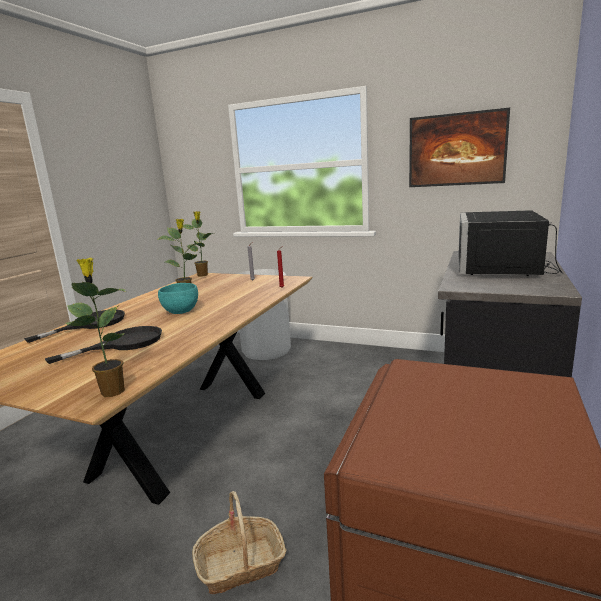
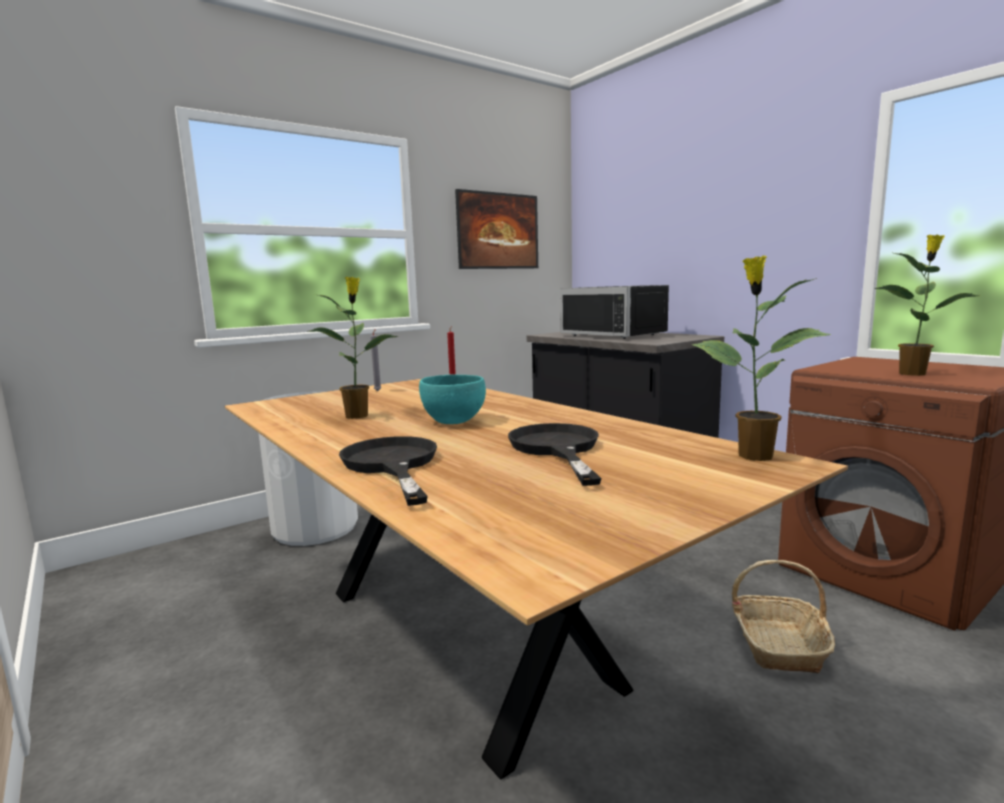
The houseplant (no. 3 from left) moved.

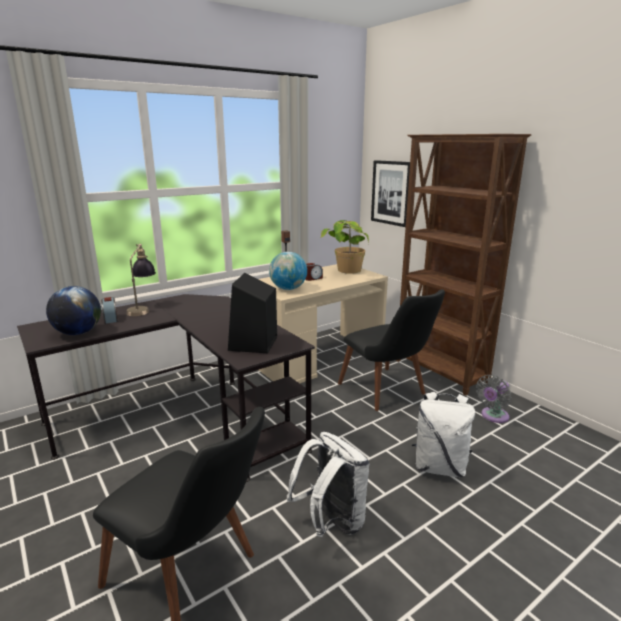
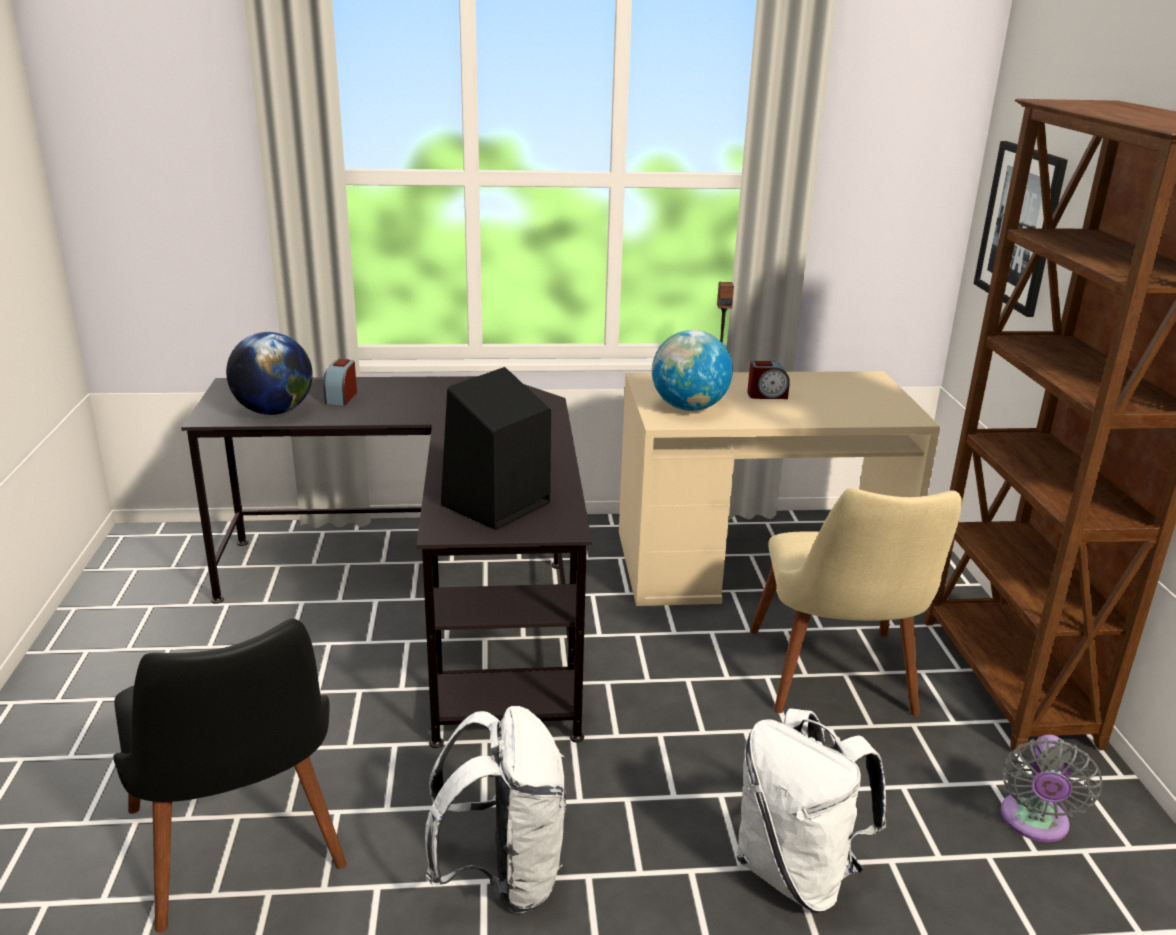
The houseplant disappeared. The table lamp disappeared. The black-coloured upright chair (no. 2 from left) became the sand-coloured upright chair. The gray cooling fan turned 60 degrees counterclockwise.

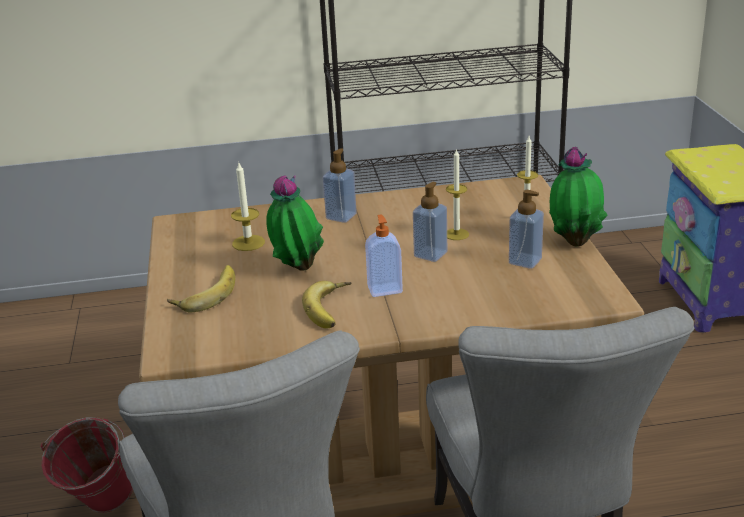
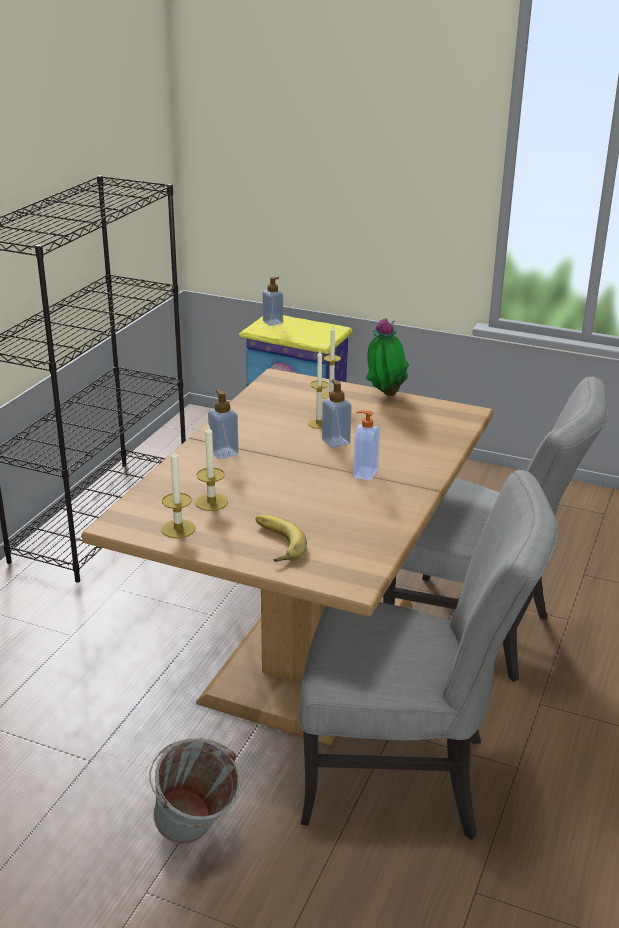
The houseplant (no. 1 from left) disappeared. The soap bottle (no. 4 from left in the first image) moved. The banana fruit (no. 2 from left) disappeared. The reddish bucket became the gray bucket. The wax candle (no. 1 from left) appeared.

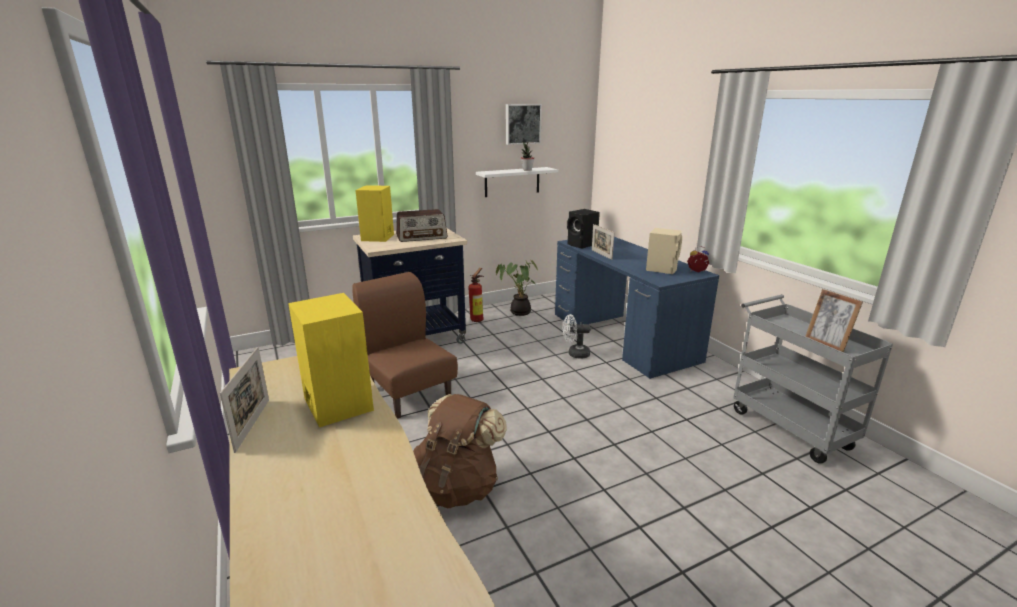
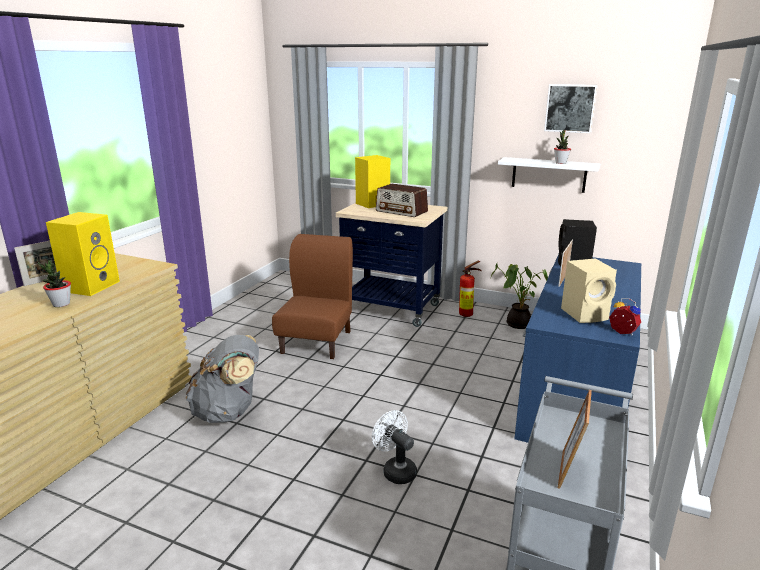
The whitish cooling fan moved. The brownish knapsack became the gray knapsack. The houseplant (no. 1 from left) appeared.

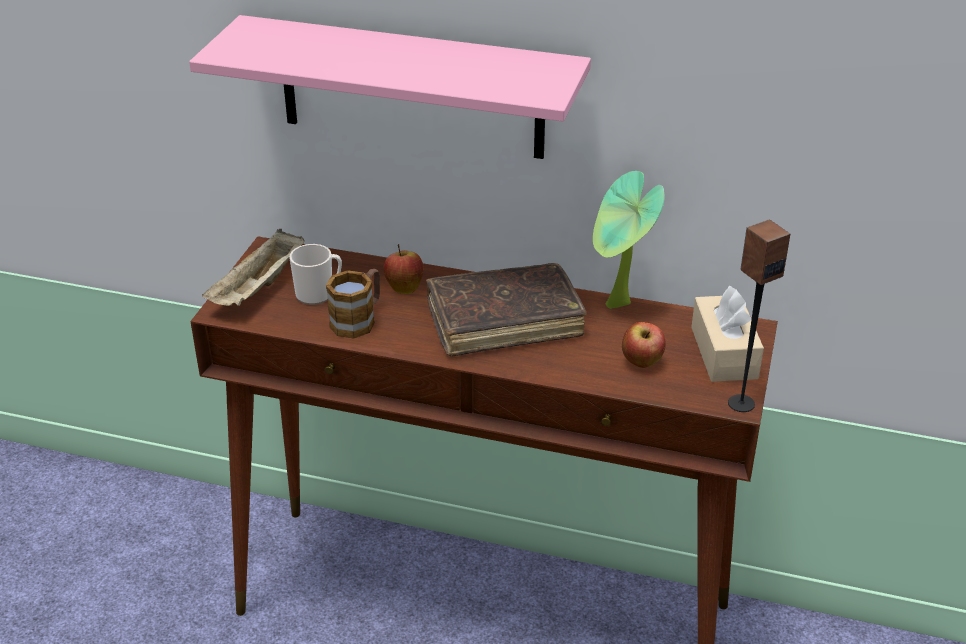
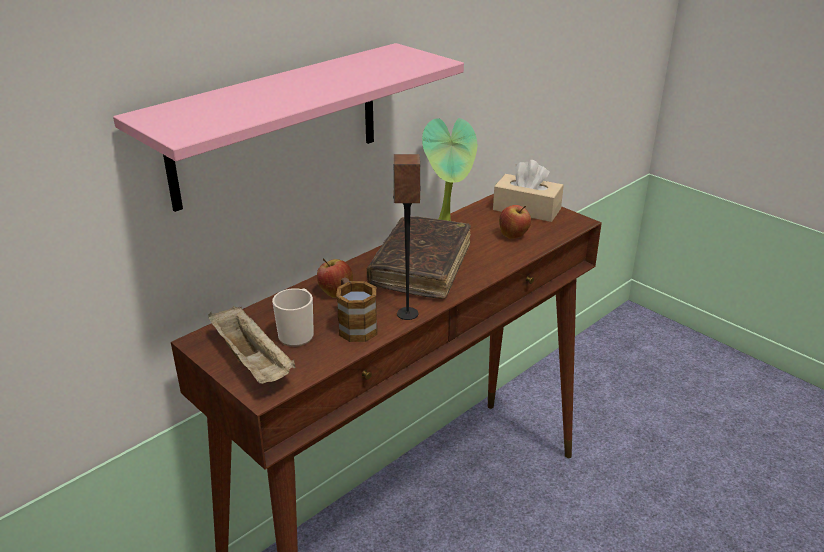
The loudspeaker moved.

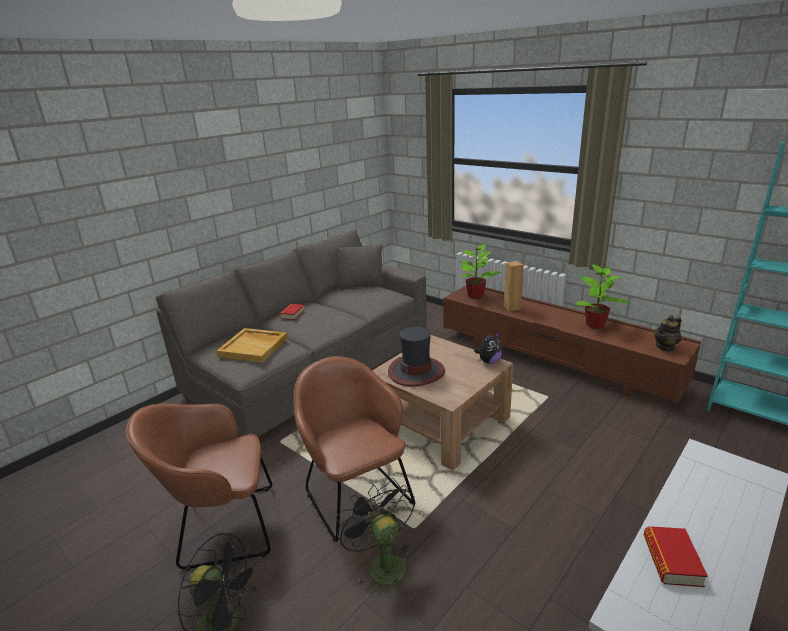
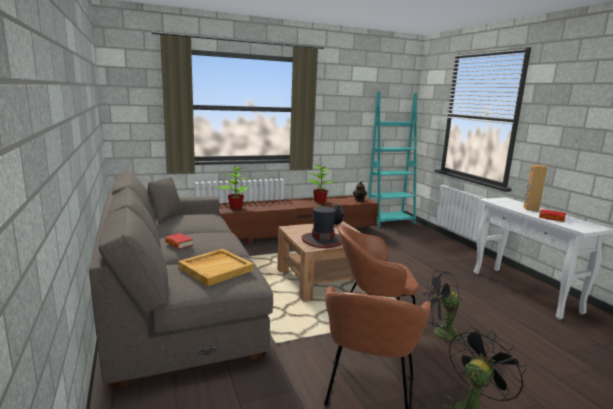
The brownish loudspeaker moved.

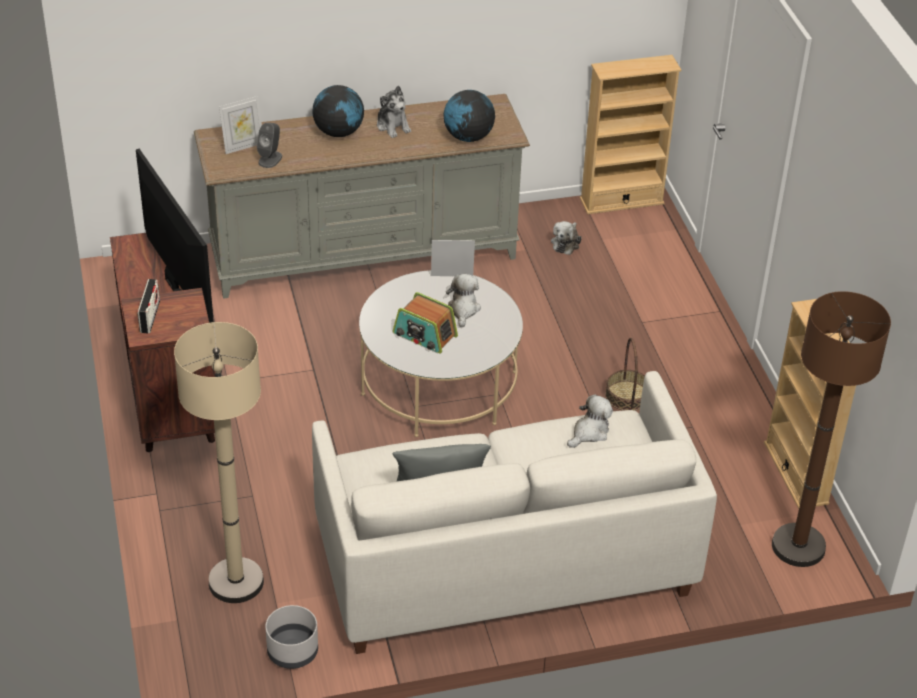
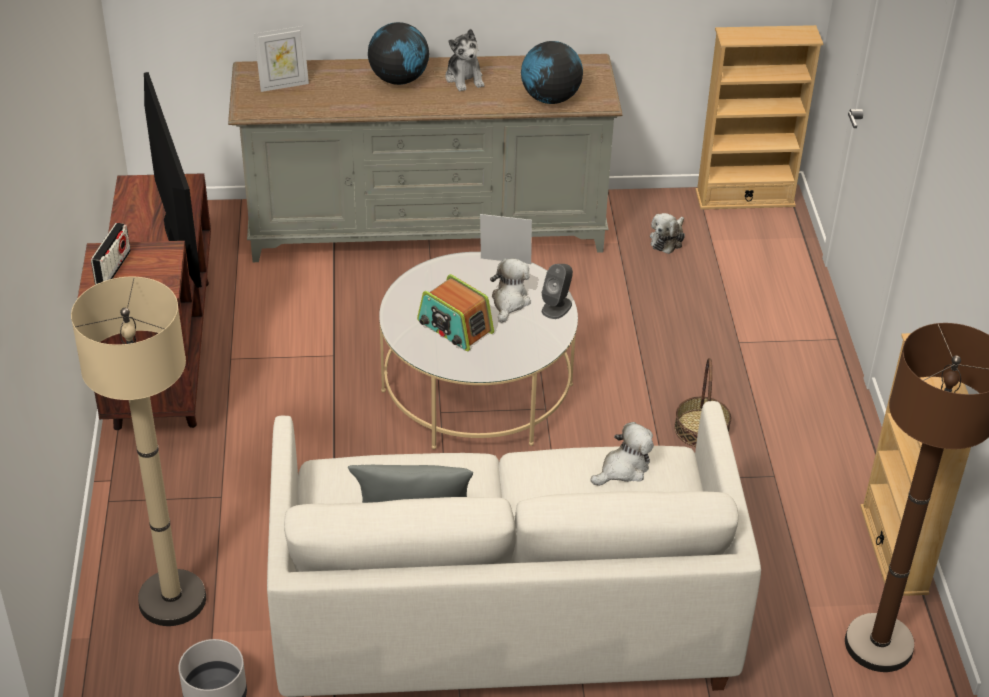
The gray loudspeaker moved.

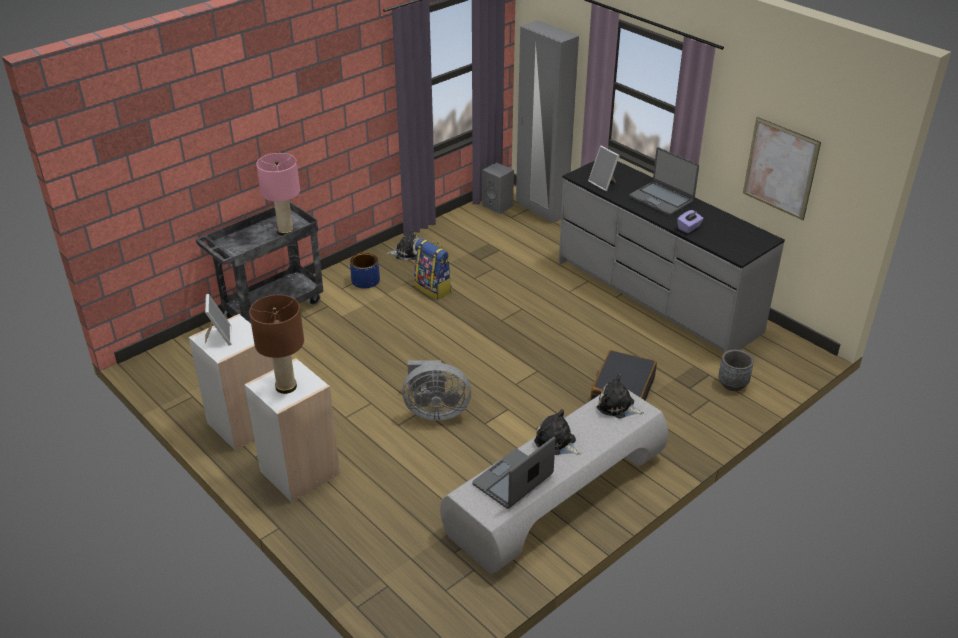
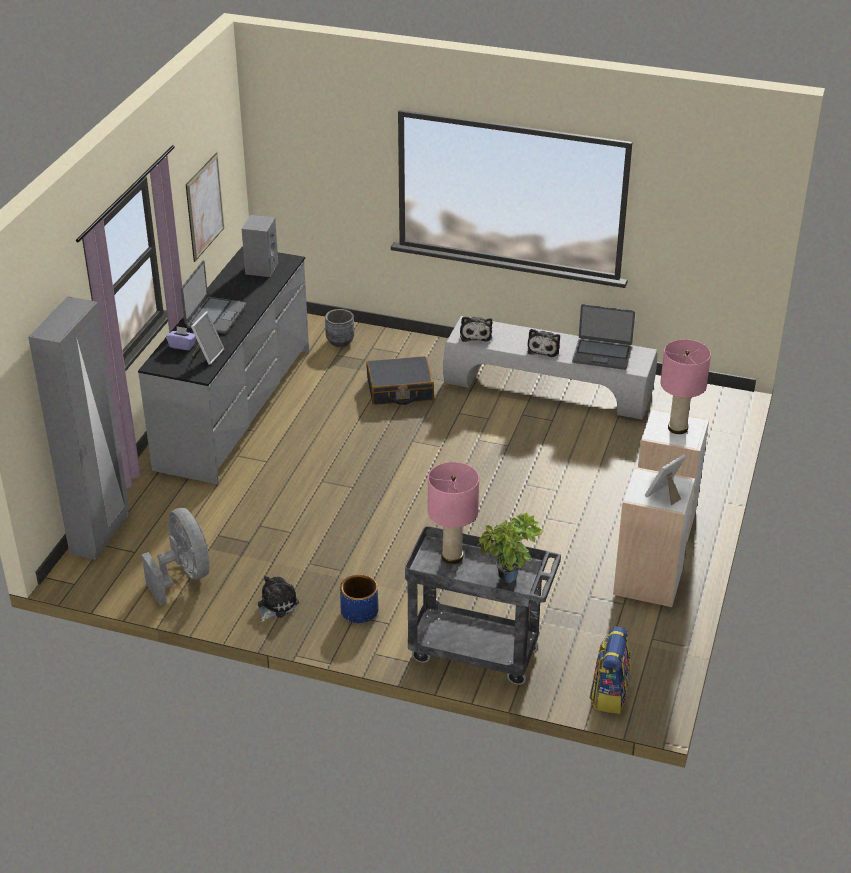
The gray loudspeaker moved. The purplish box of tissues moved. The soft toy (no. 1 from left) turned 60 degrees clockwise. The knapsack moved. The brownish table lamp became the pink-coloured table lamp (no. 2 from left). The gray cooling fan moved. The houseplant appeared.

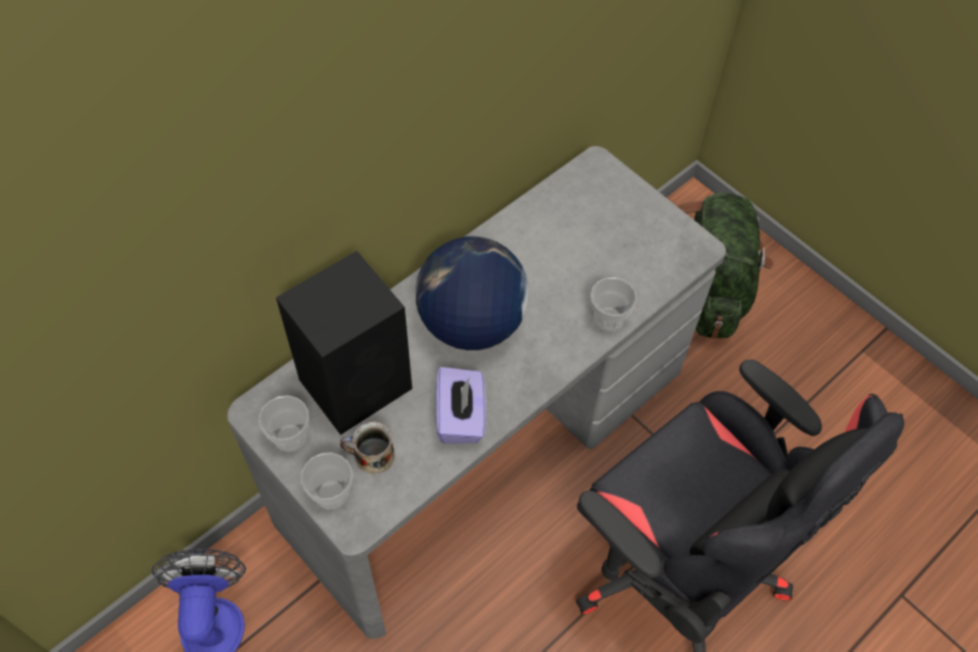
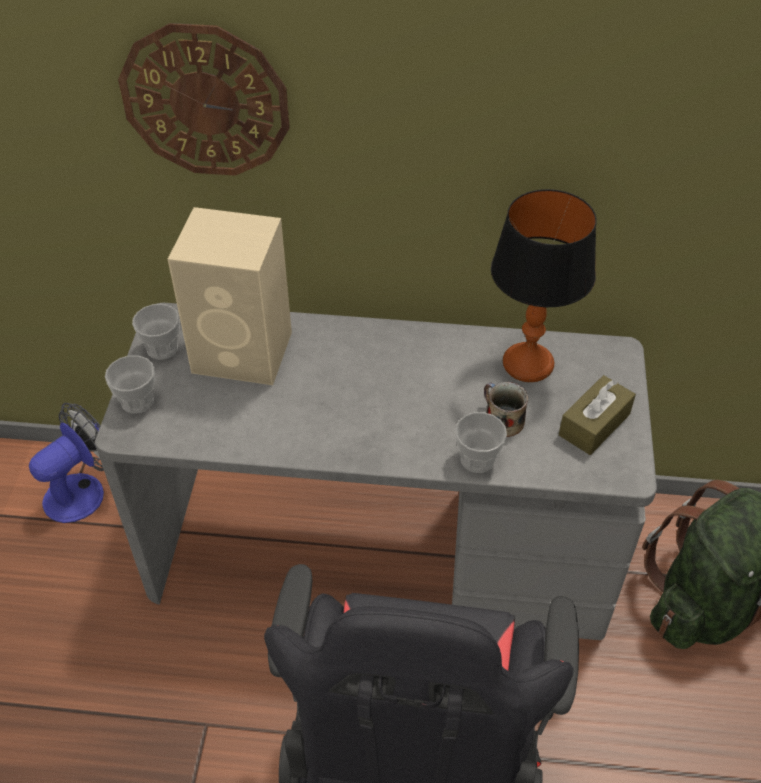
The desk globe disappeared. The black-coloured loudspeaker became the sand-coloured loudspeaker. The purplish box of tissues disappeared. The mug moved. The clock on the wall appeared. The table lamp appeared. The brownish box of tissues appeared.

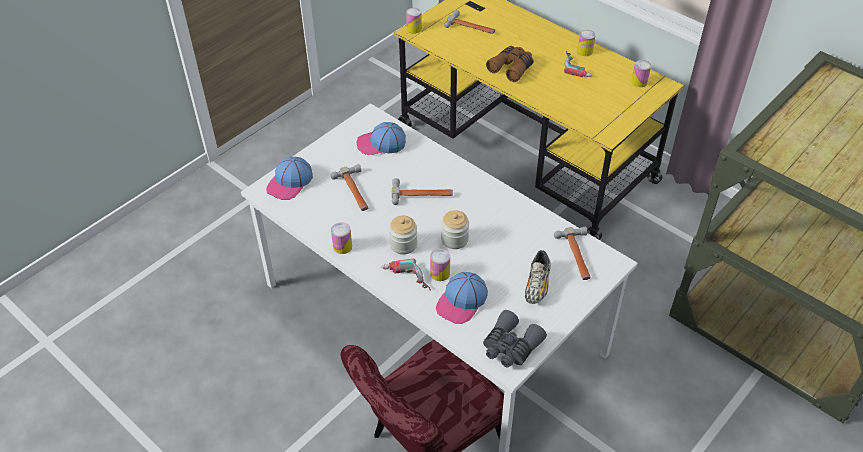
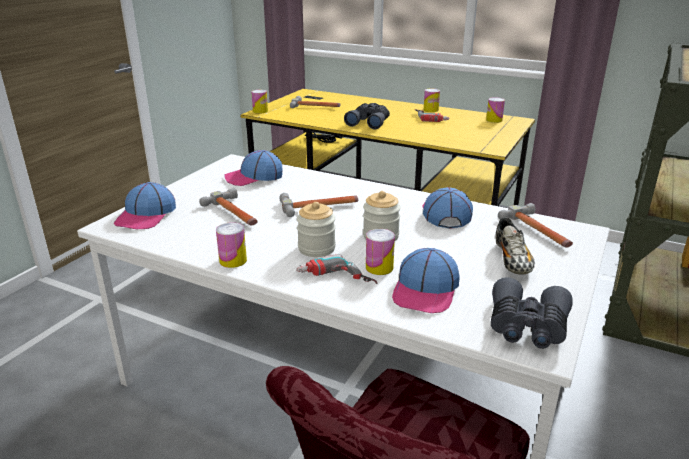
The brownish pair of binoculars became the gray pair of binoculars (no. 1 from left). The cap (no. 4 from left) appeared.

